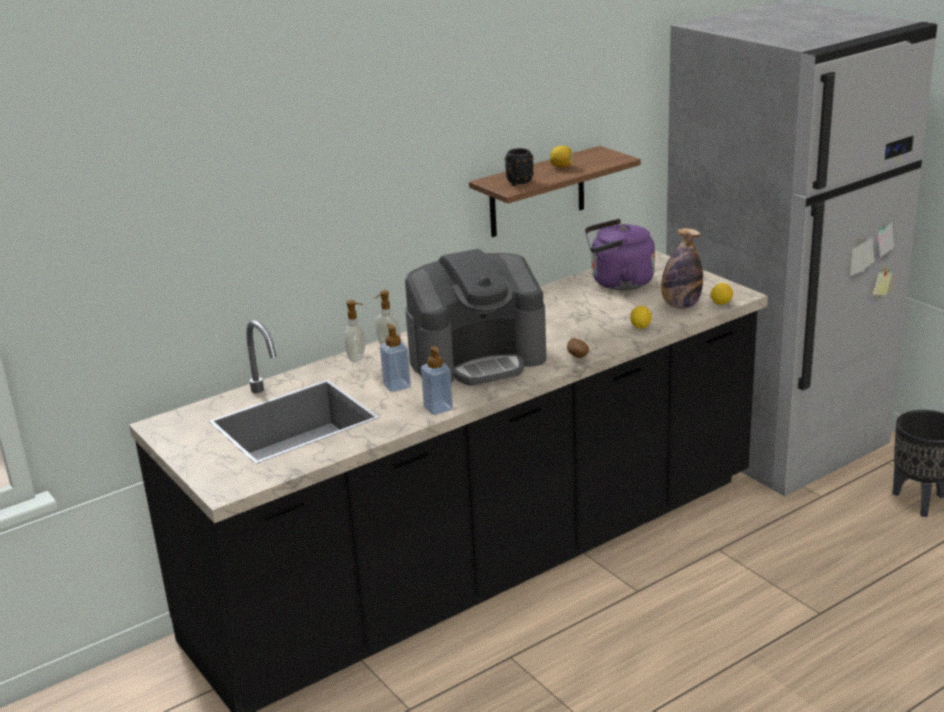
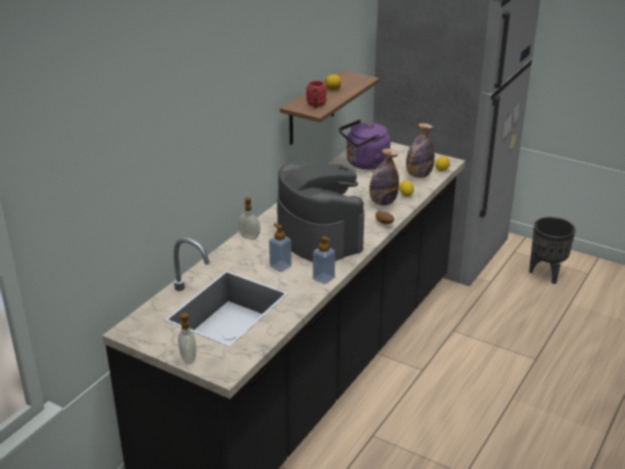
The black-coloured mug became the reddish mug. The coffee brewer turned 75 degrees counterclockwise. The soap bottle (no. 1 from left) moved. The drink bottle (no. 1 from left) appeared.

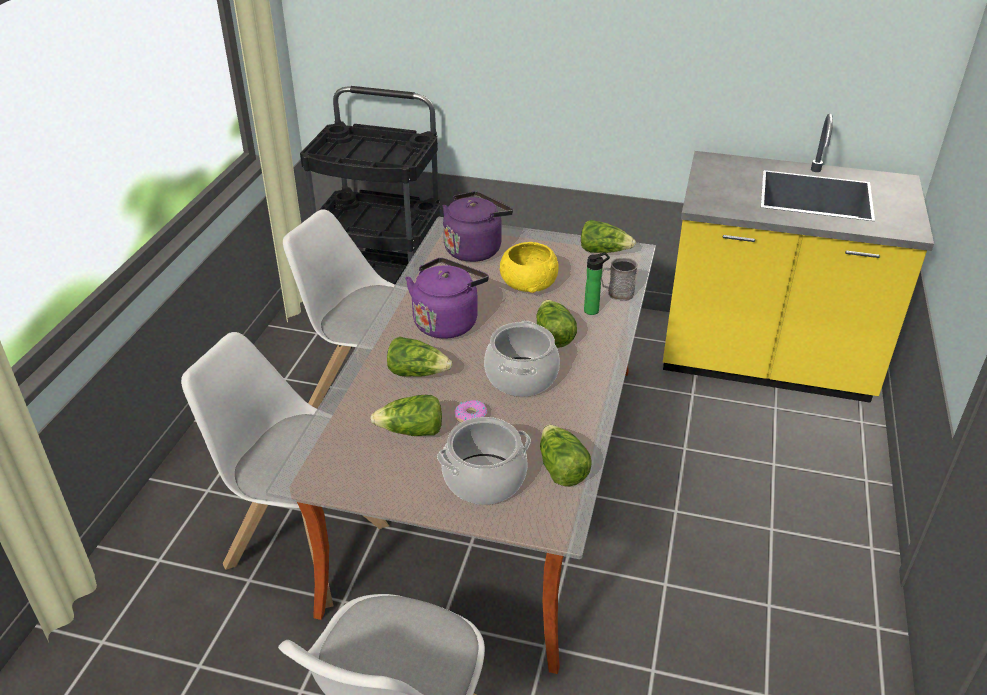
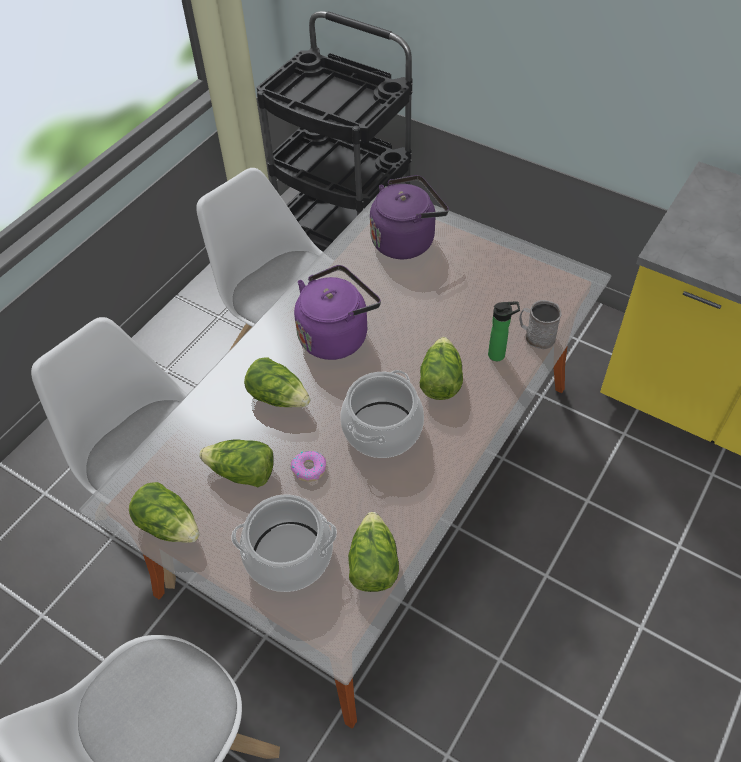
The lettuce head (no. 5 from left in the first image) moved. The yellowish deep dish disappeared.

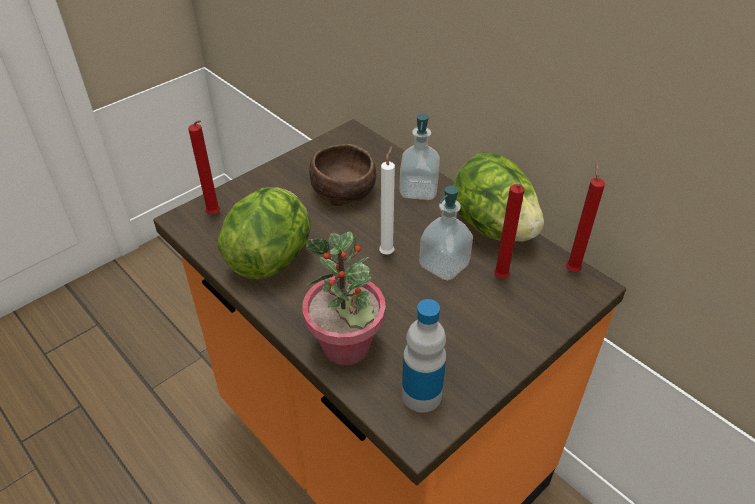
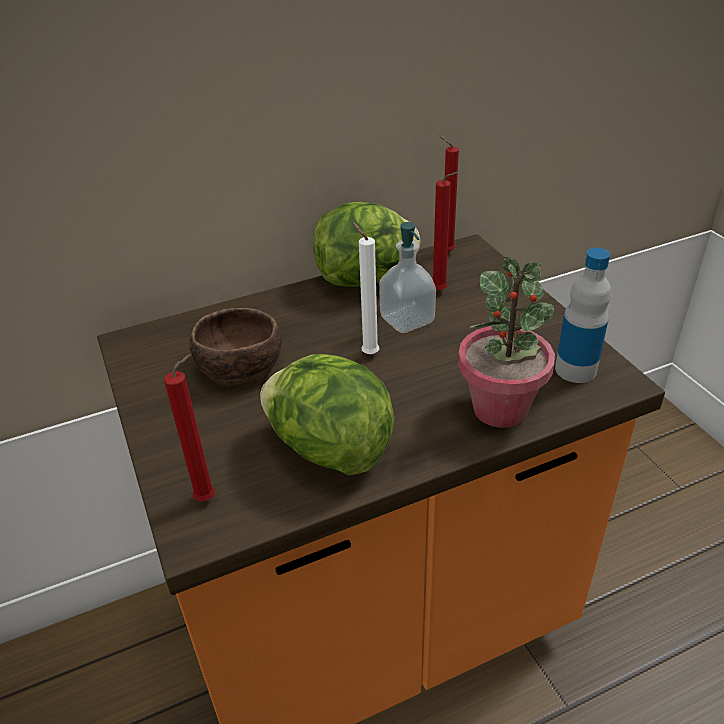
The soap bottle (no. 1 from left) disappeared.

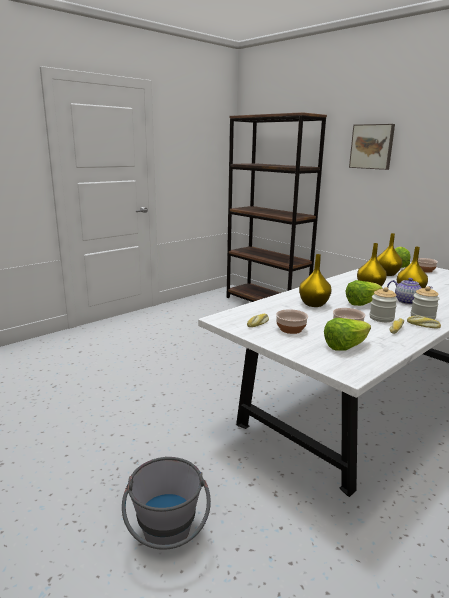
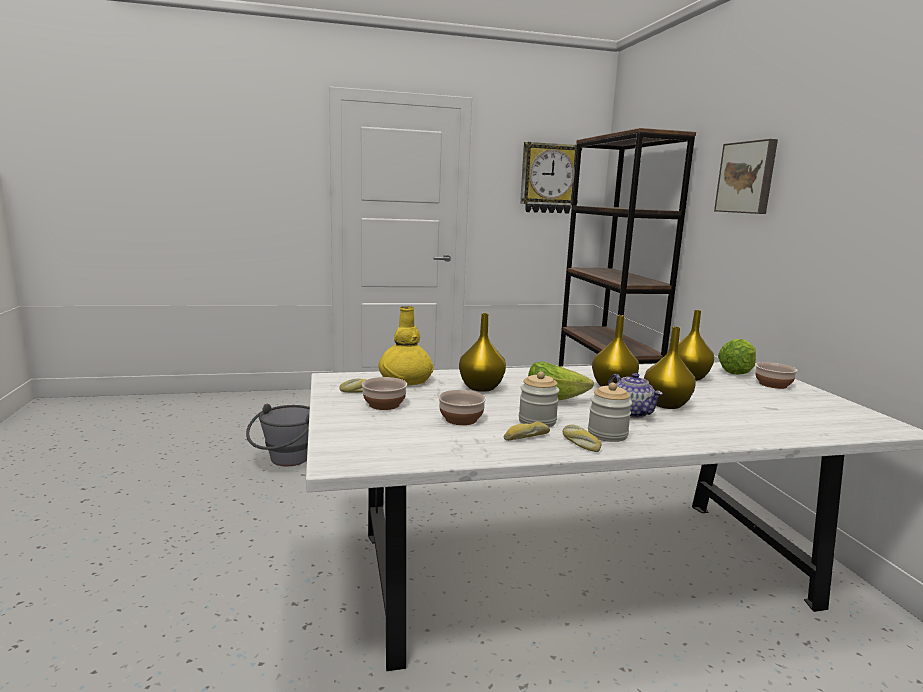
The lettuce head (no. 1 from left) disappeared. The gray bucket moved. The clock on the wall appeared. The yellowish vase (no. 1 from left) appeared.

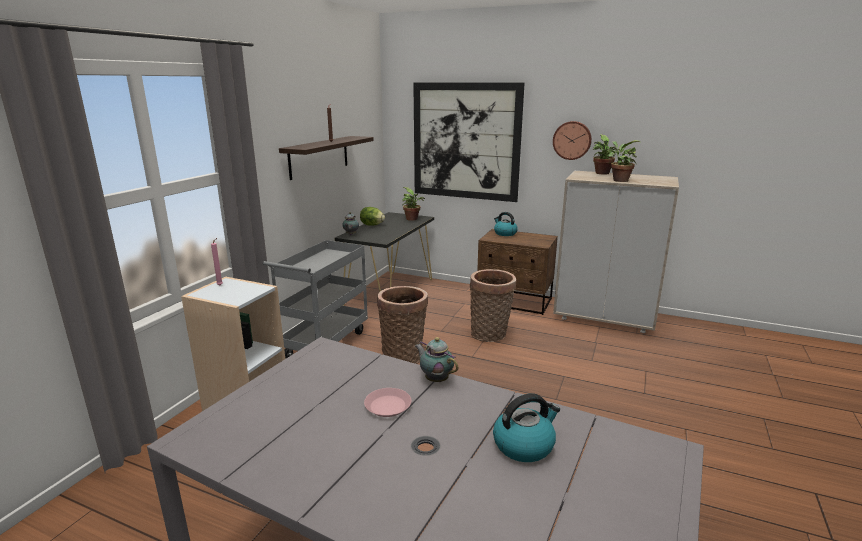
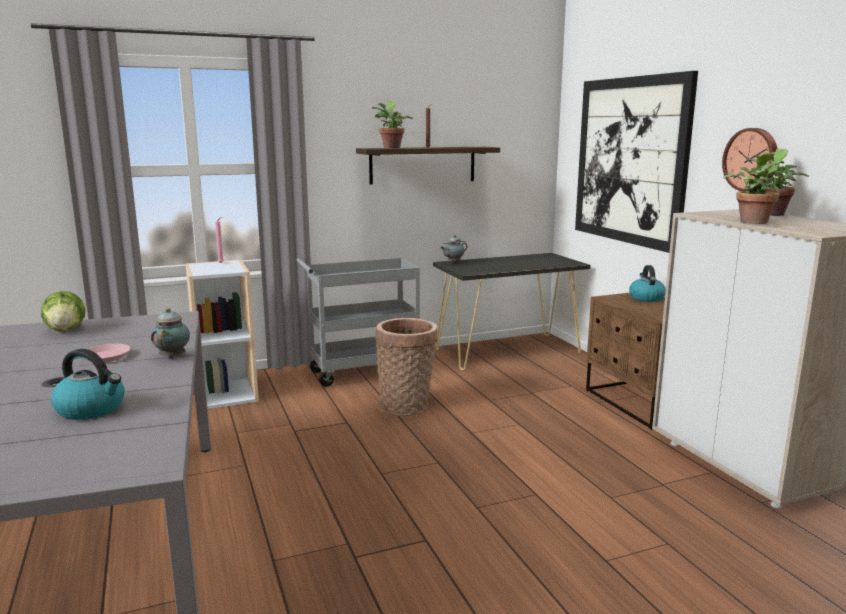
The houseplant (no. 1 from left) moved. The lettuce head moved. The household basket (no. 2 from left) disappeared.

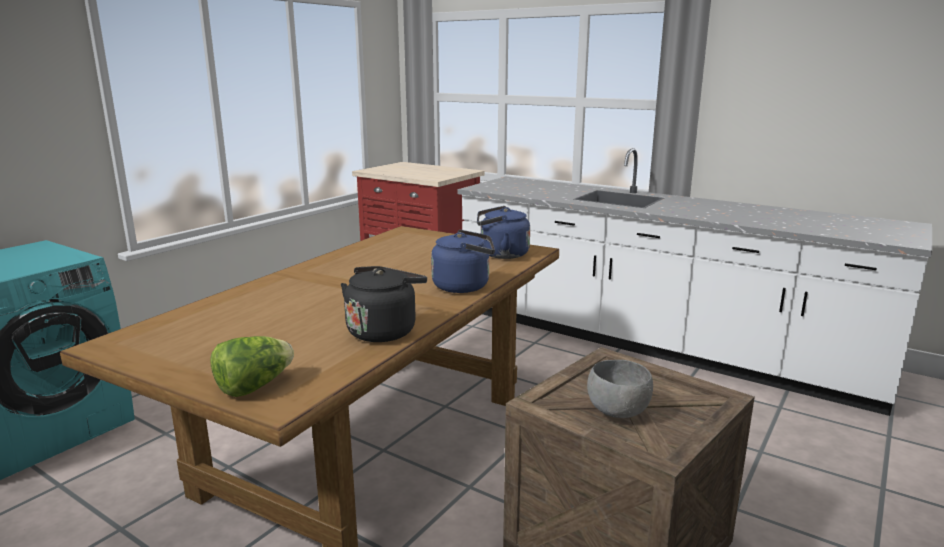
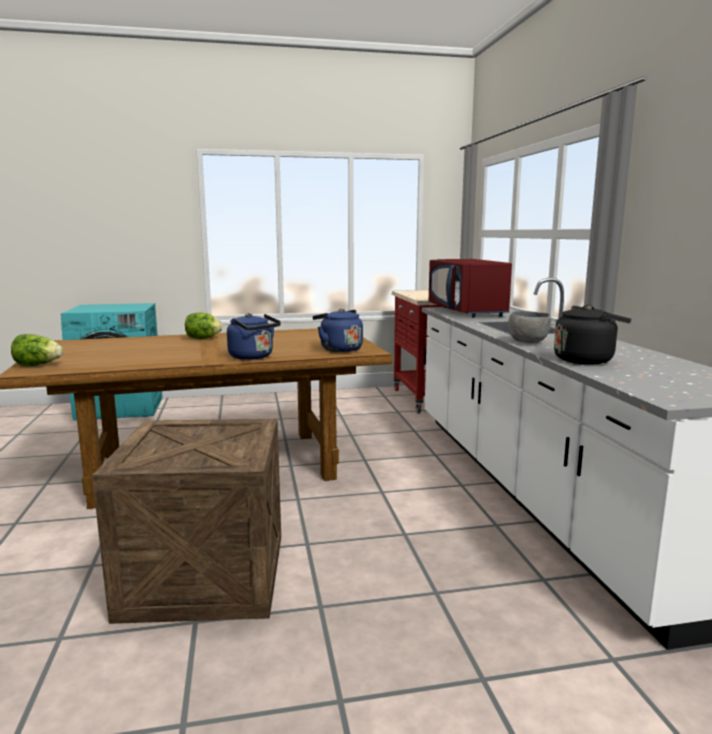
The black-coloured tea kettle moved. The gray deep dish moved. The reddish microwave oven appeared. The lettuce head (no. 2 from left) appeared.

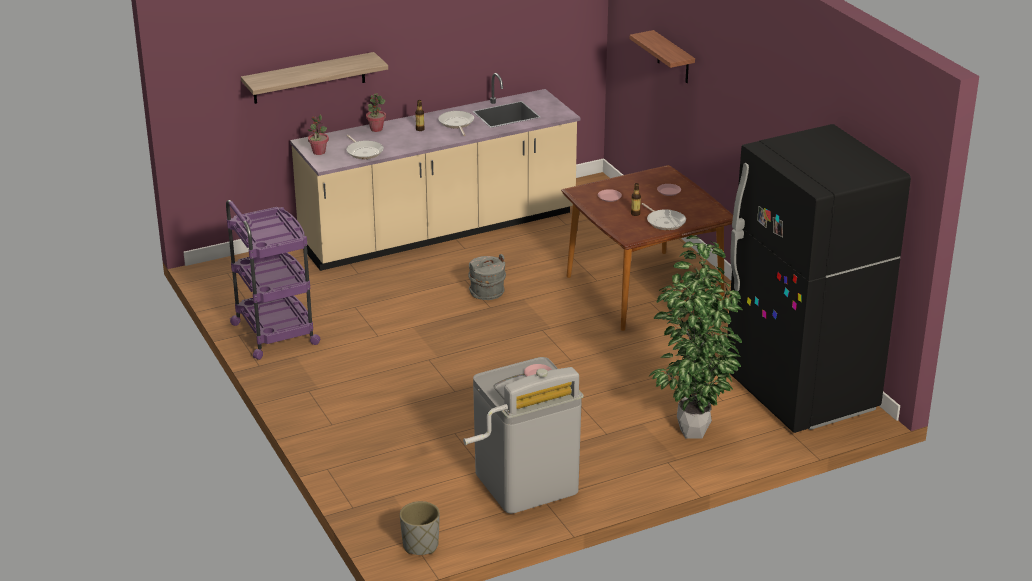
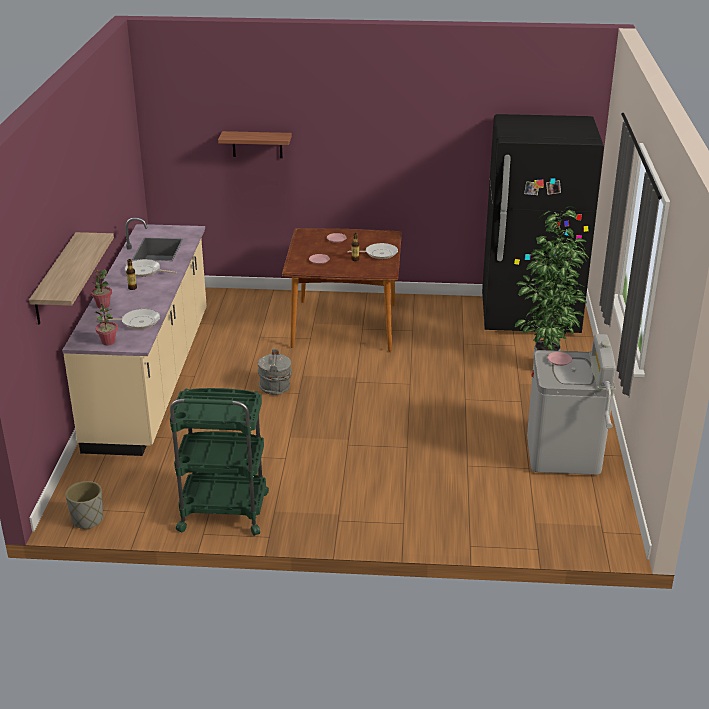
The purplish trolley became the green-coloured trolley. The gray flower pot moved.

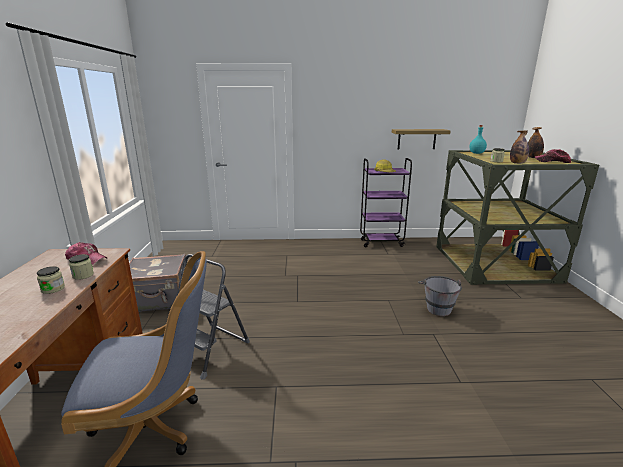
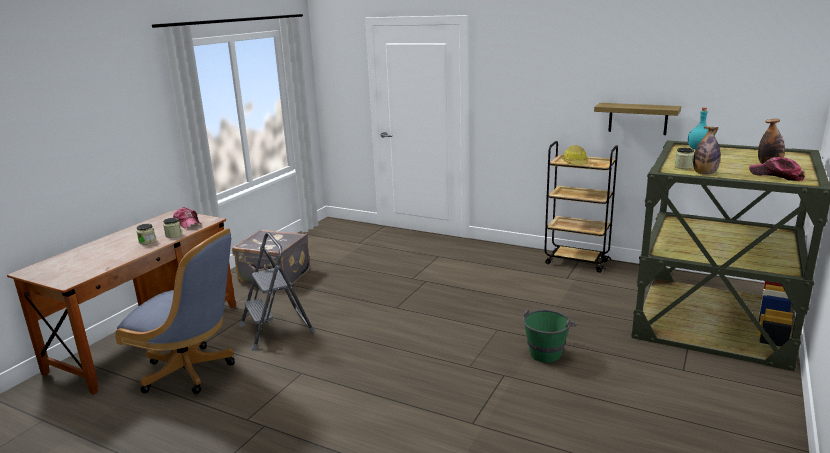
The purplish trolley became the brownish trolley. The gray bucket became the green-coloured bucket.

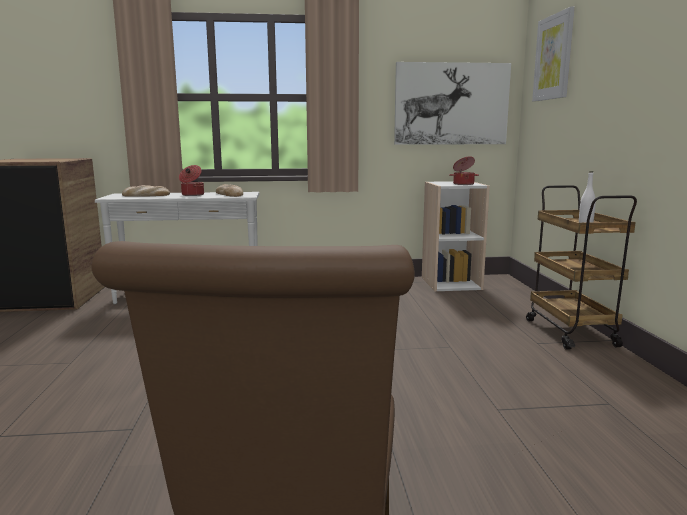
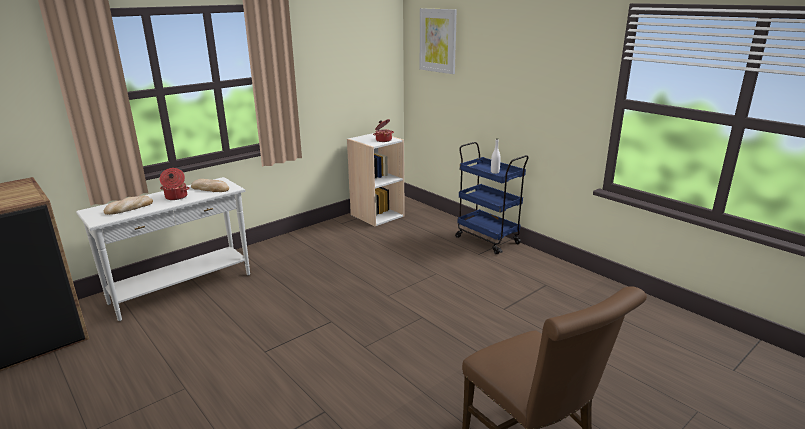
The wall picture (no. 1 from left) disappeared. The brownish trolley became the blue trolley.

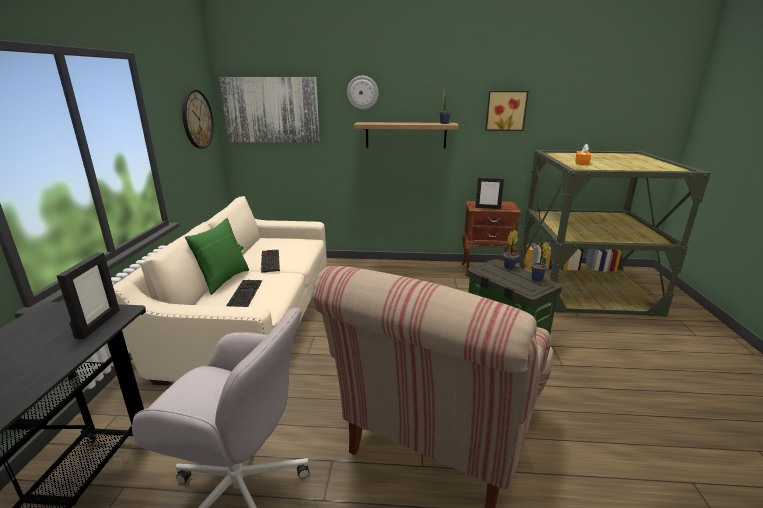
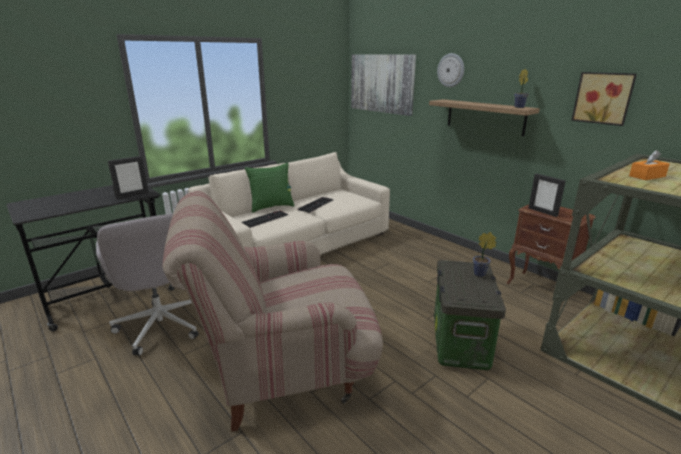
The clock on the wall (no. 1 from left) disappeared. The houseplant (no. 3 from left) disappeared.

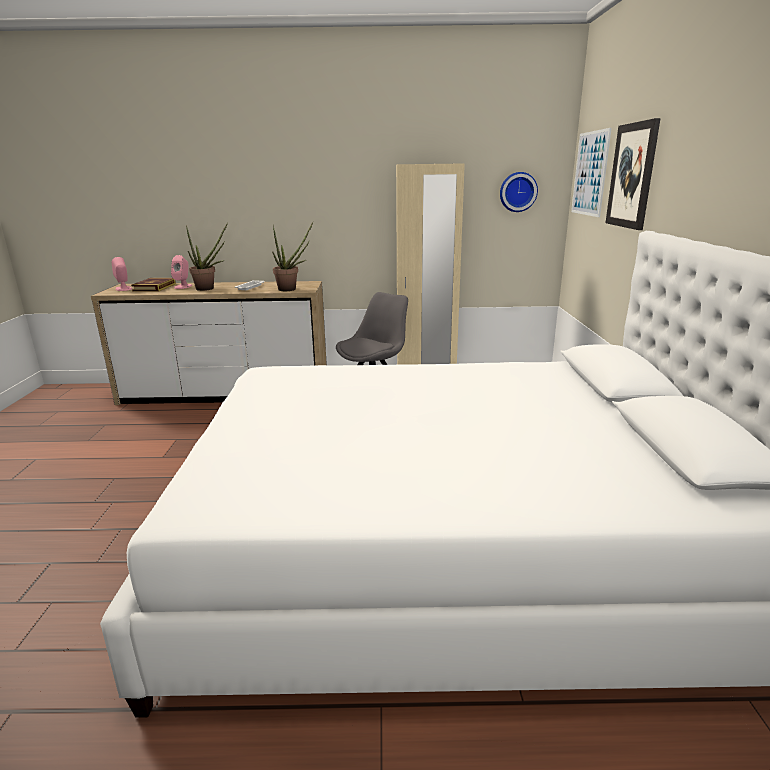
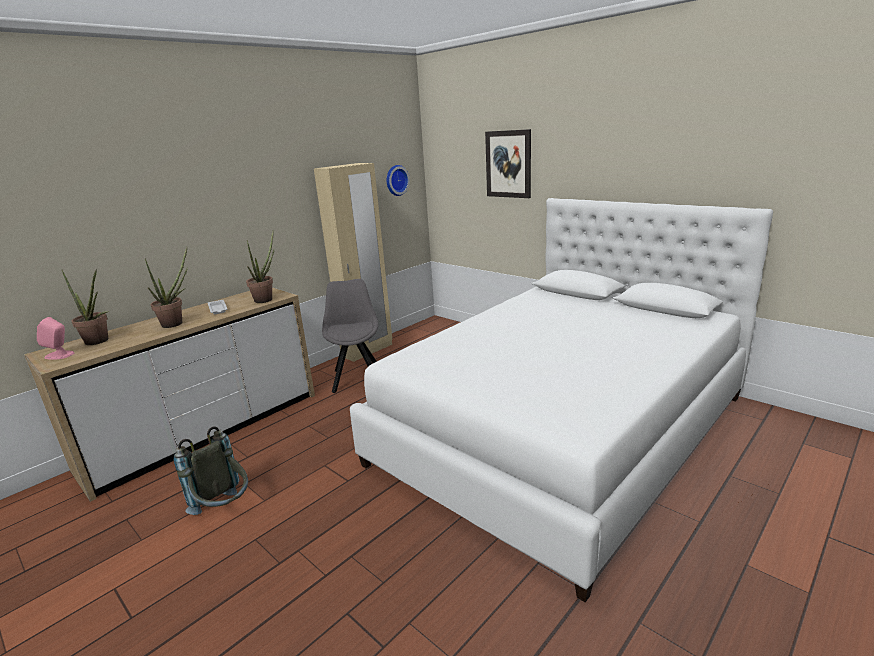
The wall picture (no. 1 from left) disappeared. The pink-coloured loudspeaker (no. 2 from left) disappeared. The bound book was replaced by the houseplant (no. 1 from left). The gray knapsack appeared.

